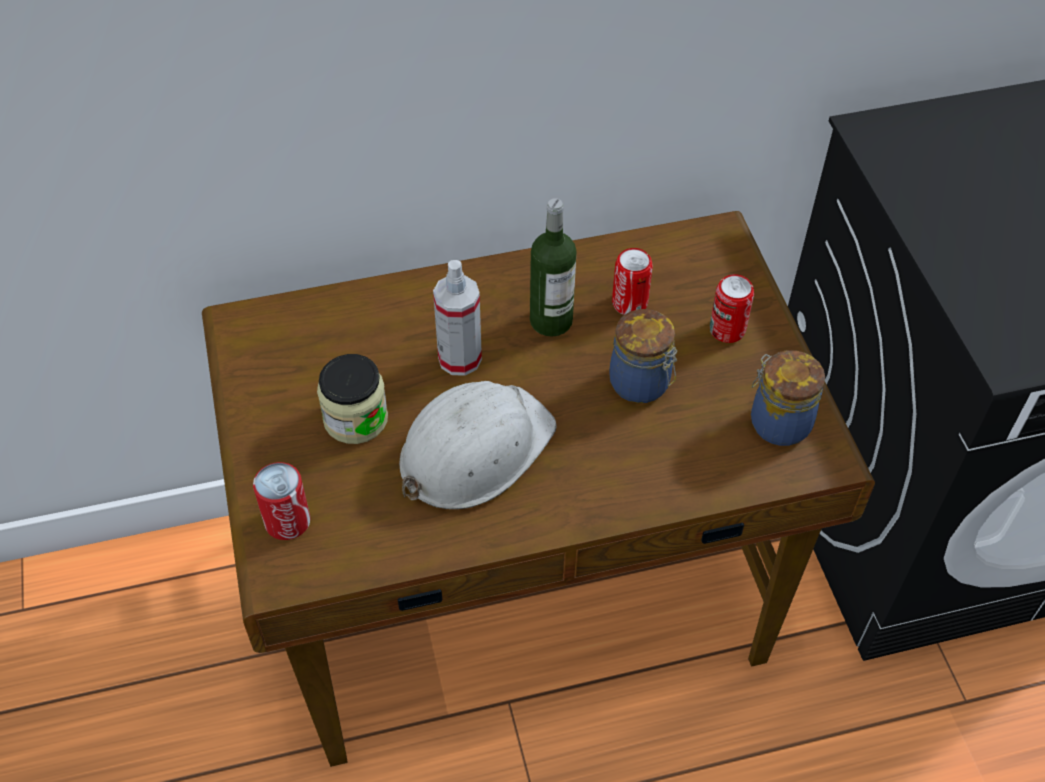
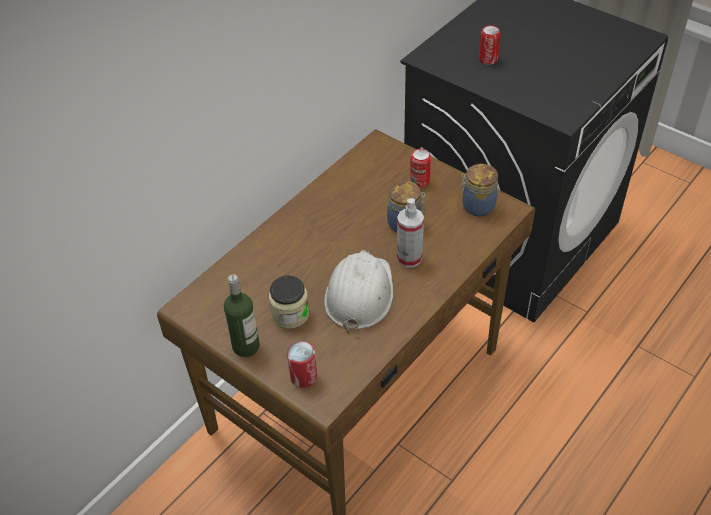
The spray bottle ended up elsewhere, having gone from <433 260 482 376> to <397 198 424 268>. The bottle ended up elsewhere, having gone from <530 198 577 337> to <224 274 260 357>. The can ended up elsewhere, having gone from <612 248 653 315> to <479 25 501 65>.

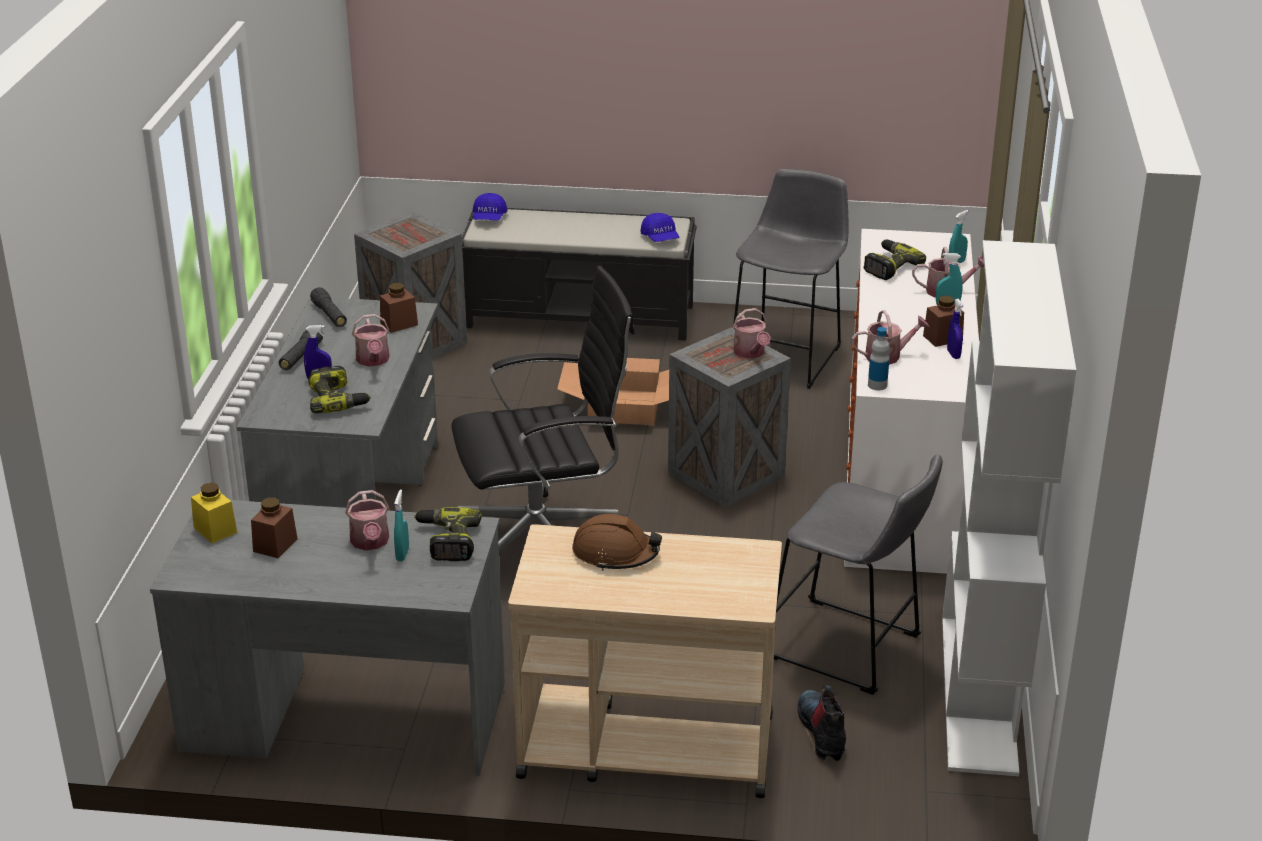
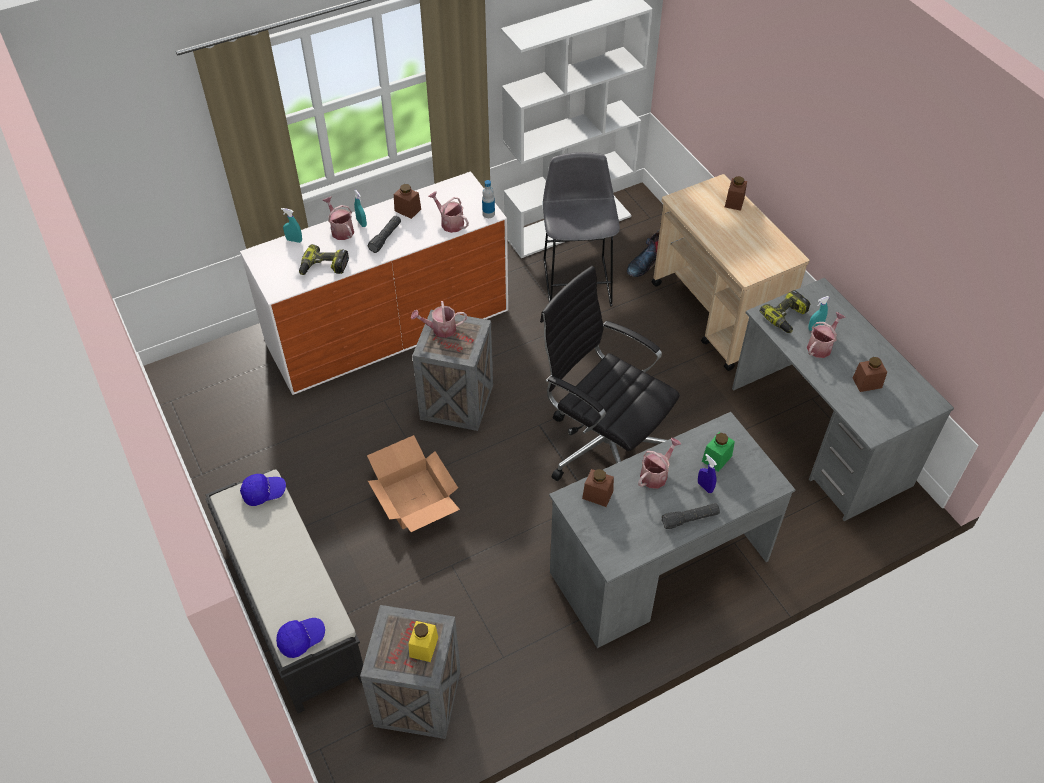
The jar/yellow ended up elsewhere, having gone from <191 483 237 543> to <408 621 438 662>. Where the power drill stood at <308 366 371 413>, the jar/green came to stand at <702 432 735 472>. The flashlight/black ended up elsewhere, having gone from <310 287 347 327> to <368 216 401 253>. The second view lost the hard hat/brown at <572 514 662 571>. The cap/blue at <640 213 680 242> ended up facing another way, 45 degrees clockwise from before. The second view lost the stool/grey at <733 169 848 389>. The watering can at <733 308 771 359> ended up facing another way, 135 degrees counterclockwise from before. The second view lost the spray bottle/blue at <947 299 964 359>. The second view gained the jar/brown at <725 176 747 211>.

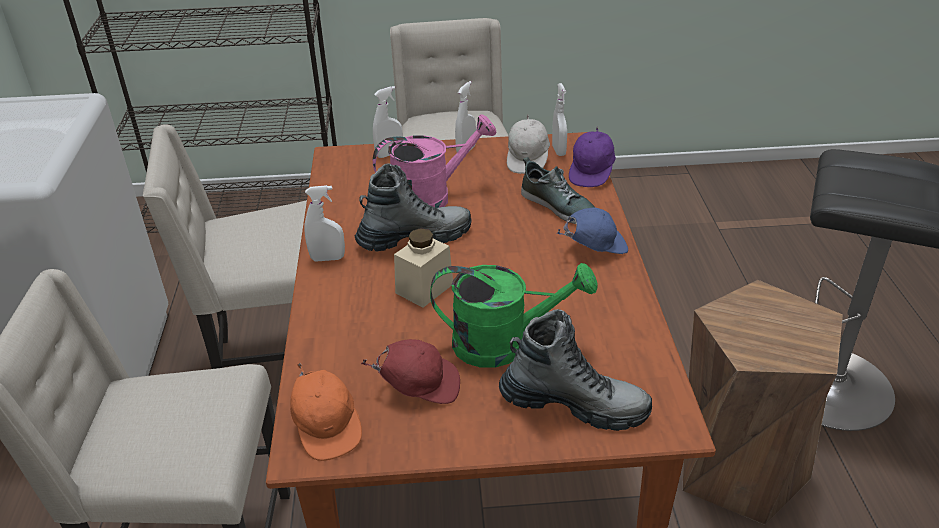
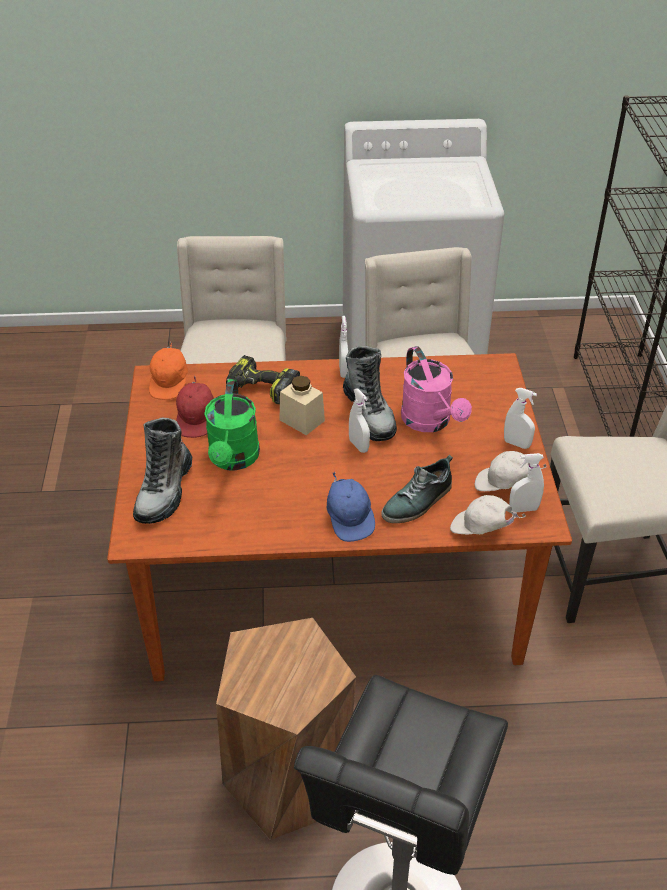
The cap/orange at <290 363 362 461> ended up facing another way, 60 degrees counterclockwise from before. The spray bottle/white ended up elsewhere, having gone from <373 86 403 158> to <349 388 370 453>. What was the cap/purple at <569 126 616 187> turned into the cap/white at <450 495 526 535>. The second view gained the power drill at <226 355 300 404>.

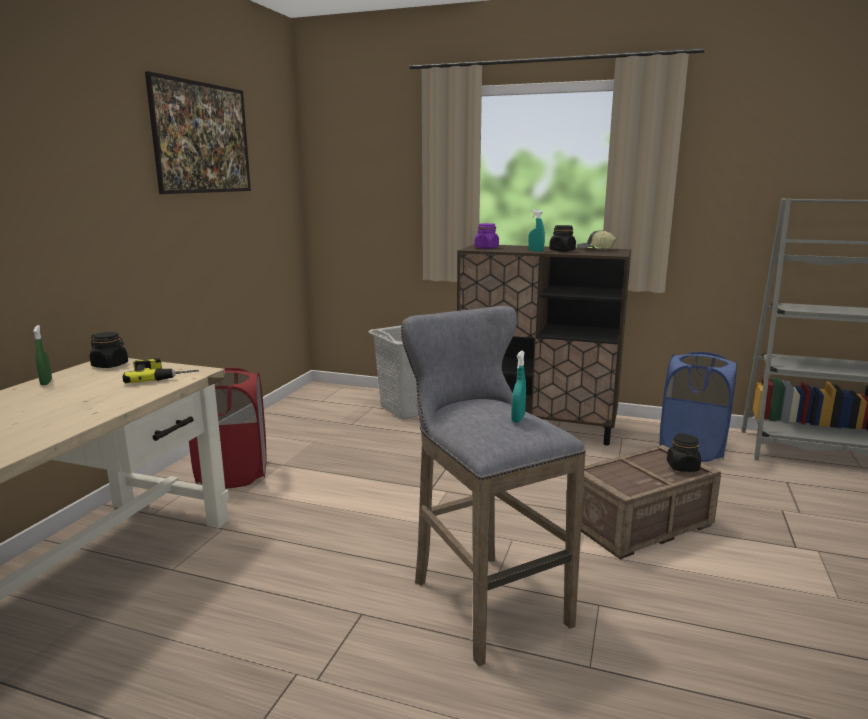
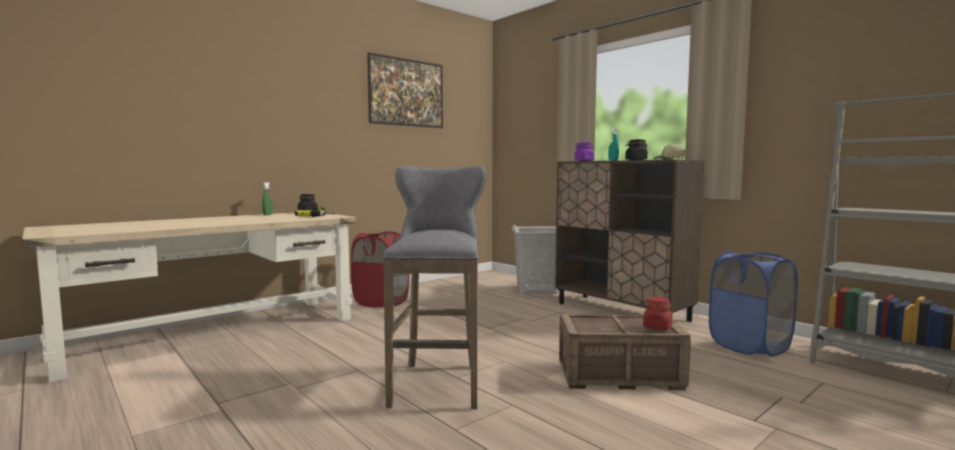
The second view lost the spray bottle/turquoise at <512 350 526 423>. What was the jar/black at <667 433 701 472> turned into the jar/red at <643 297 673 330>.

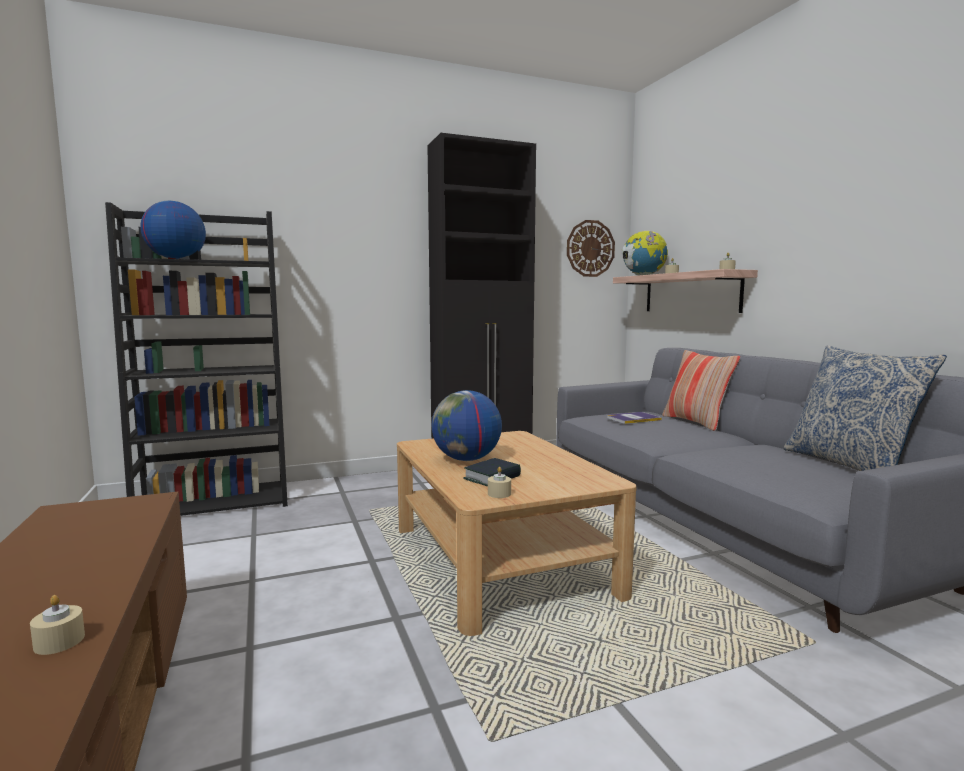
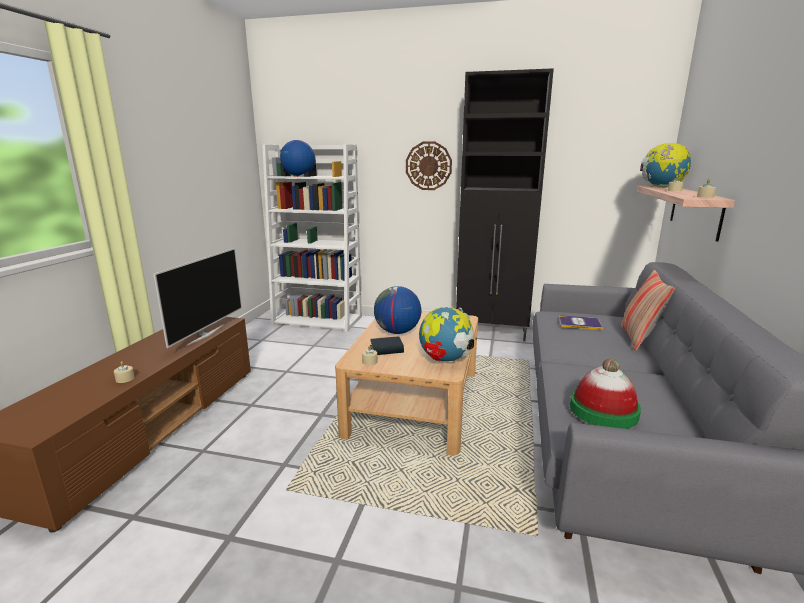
What was the bookcase/black at <105 202 288 516> turned into the bookcase/white at <262 144 362 332>. The wall clock ended up elsewhere, having gone from <567 220 615 277> to <406 142 452 190>. The second view lost the pillow at <783 345 947 471>. The second view gained the television at <154 248 242 348>. The second view gained the globe at <419 307 474 363>. The second view gained the hat at <570 358 641 429>.

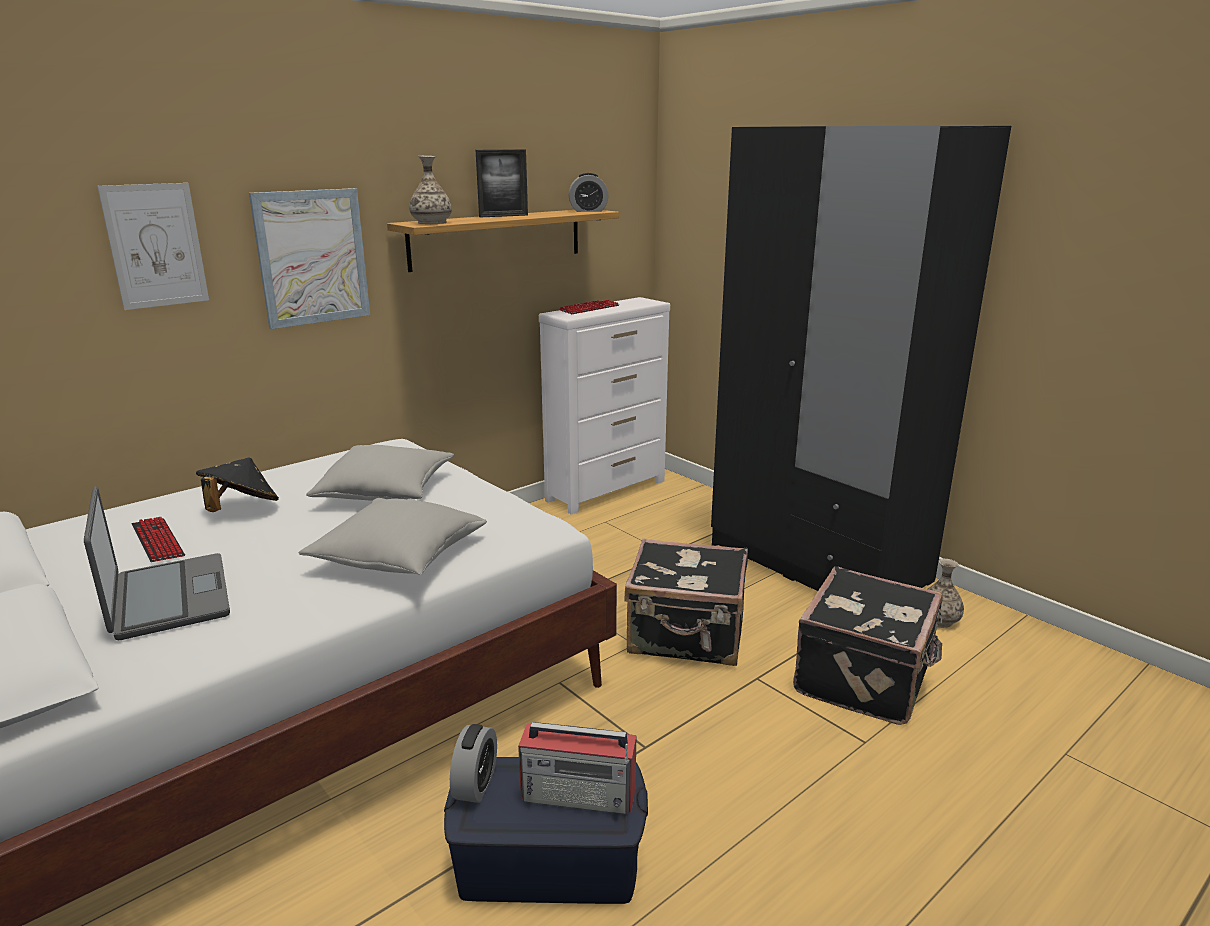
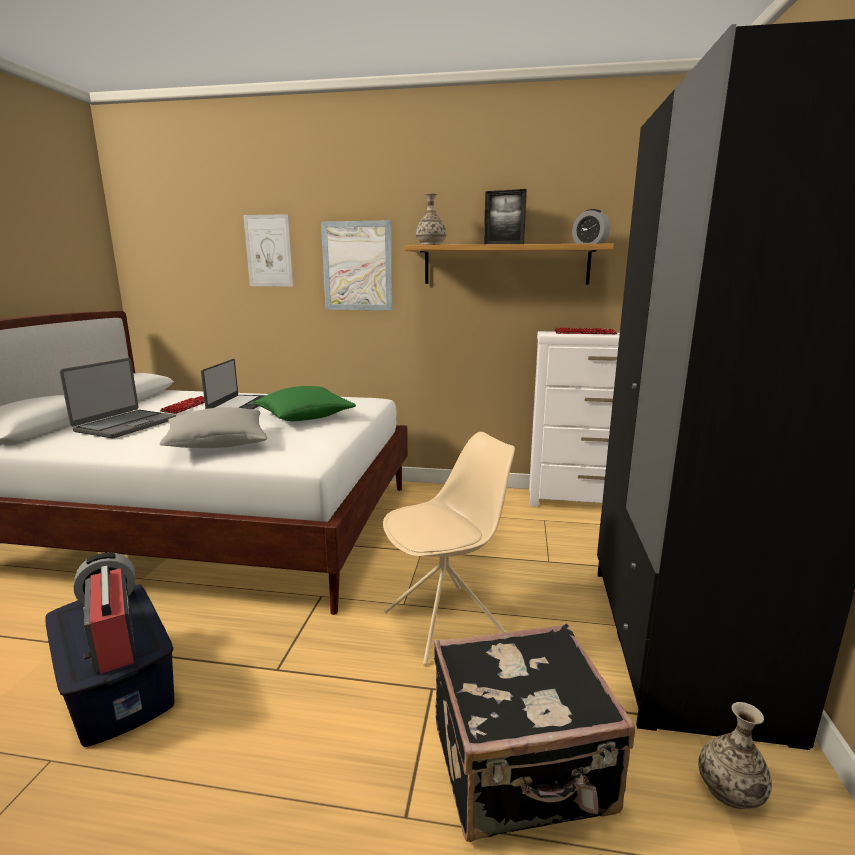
Where the hat/black stood at <196 458 279 512>, the laptop came to stand at <201 359 266 409>. What was the pillow/grey at <306 445 454 501> turned into the pillow/green at <254 386 356 421>. Where the suitcase/black stood at <624 539 748 666>, the chair/beige came to stand at <383 432 515 666>.

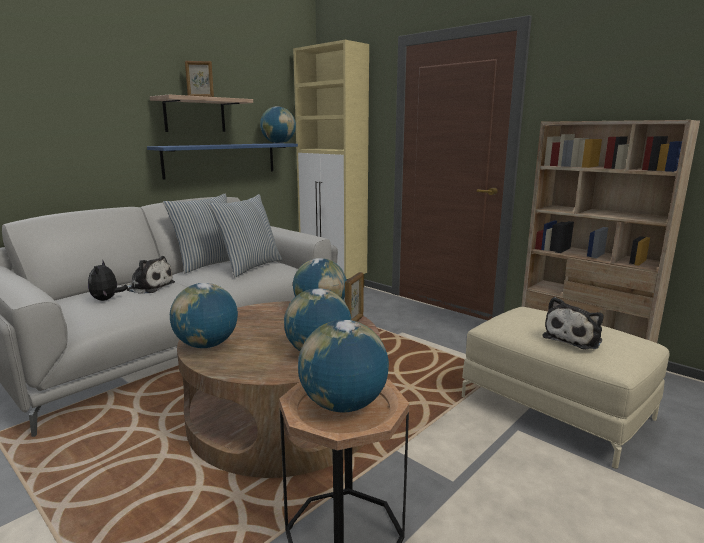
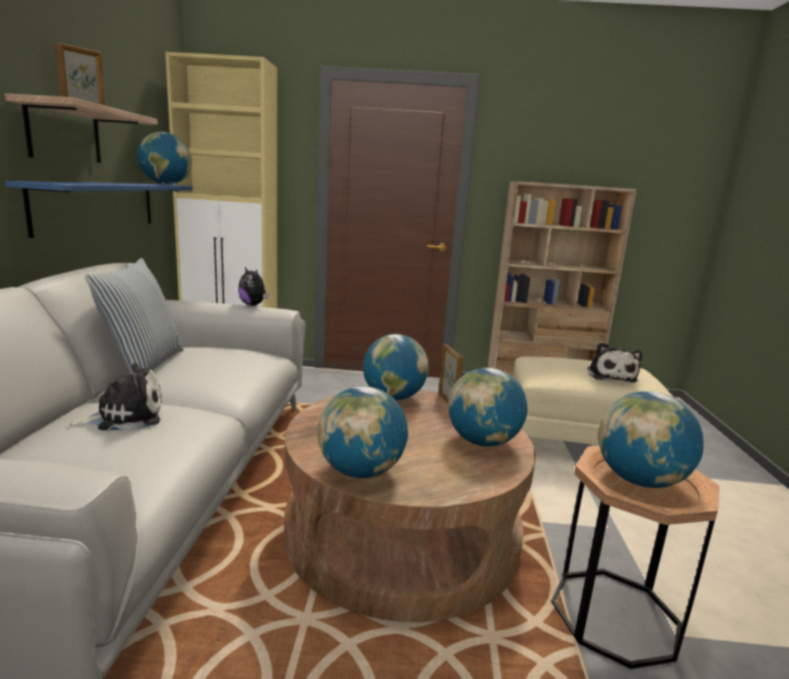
The plush toy ended up elsewhere, having gone from <88 259 128 301> to <238 267 269 306>. The second view lost the pillow at <209 194 282 277>.

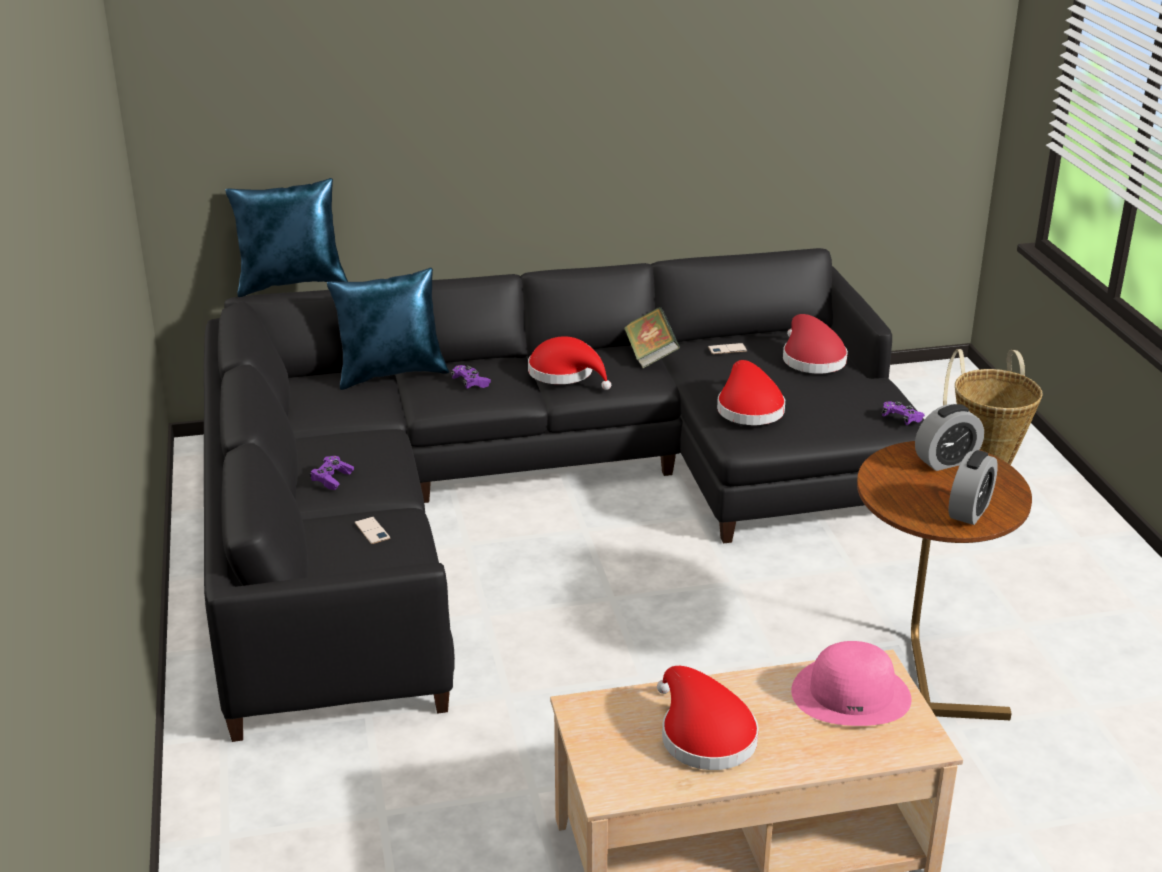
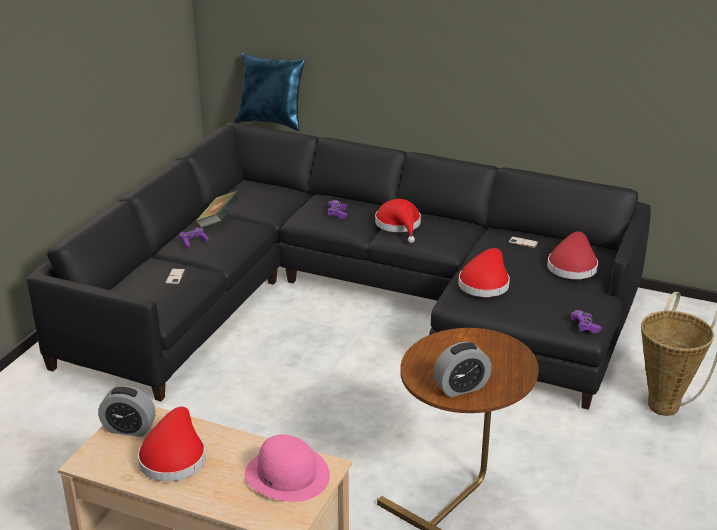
The second view lost the pillow/blue at <327 268 449 390>. The book ended up elsewhere, having gone from <624 307 680 368> to <196 191 241 228>. The alarm clock ended up elsewhere, having gone from <915 404 984 471> to <98 386 156 437>.

